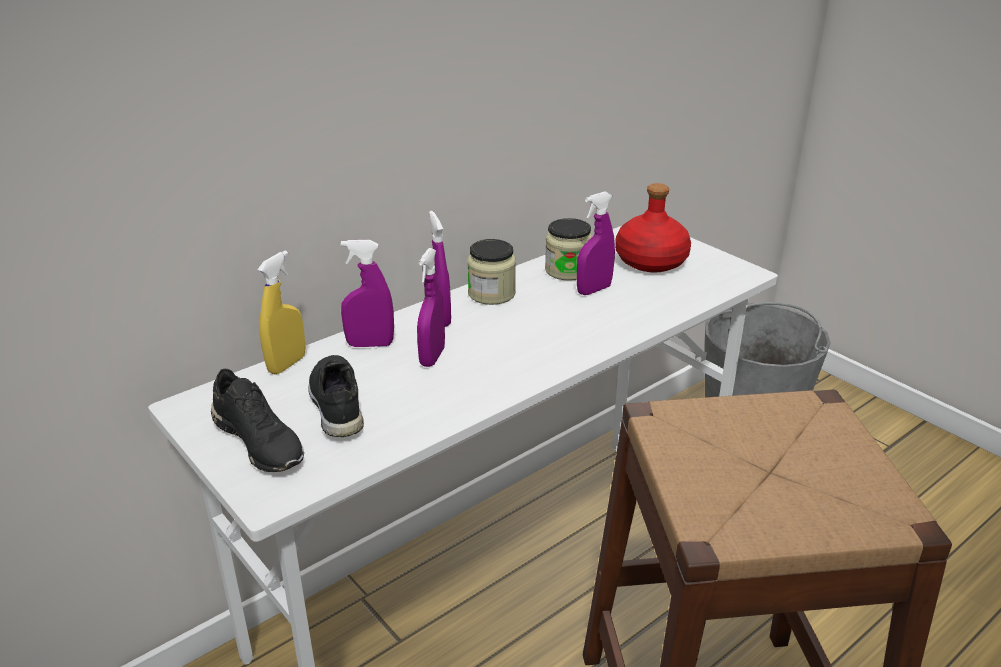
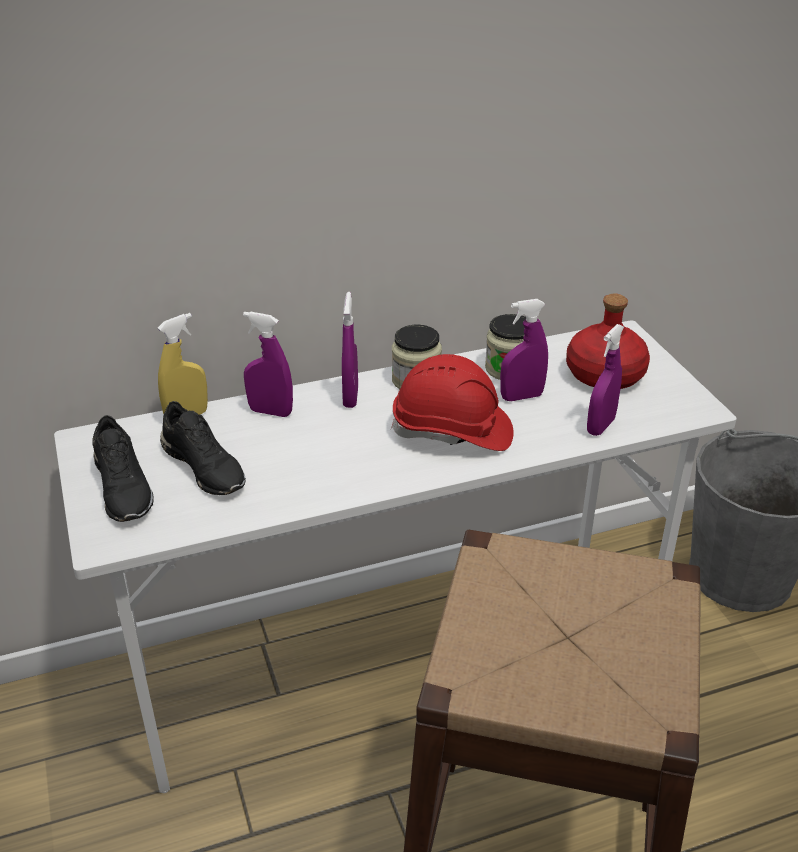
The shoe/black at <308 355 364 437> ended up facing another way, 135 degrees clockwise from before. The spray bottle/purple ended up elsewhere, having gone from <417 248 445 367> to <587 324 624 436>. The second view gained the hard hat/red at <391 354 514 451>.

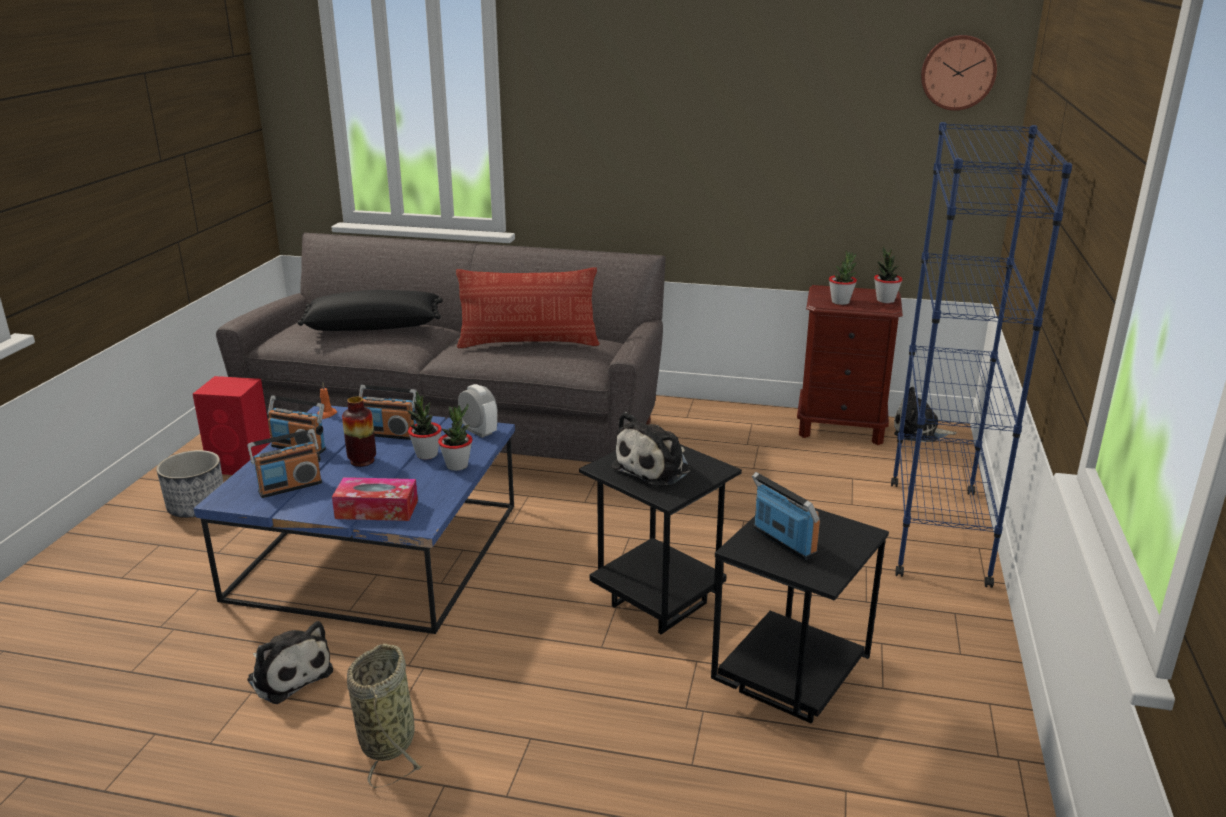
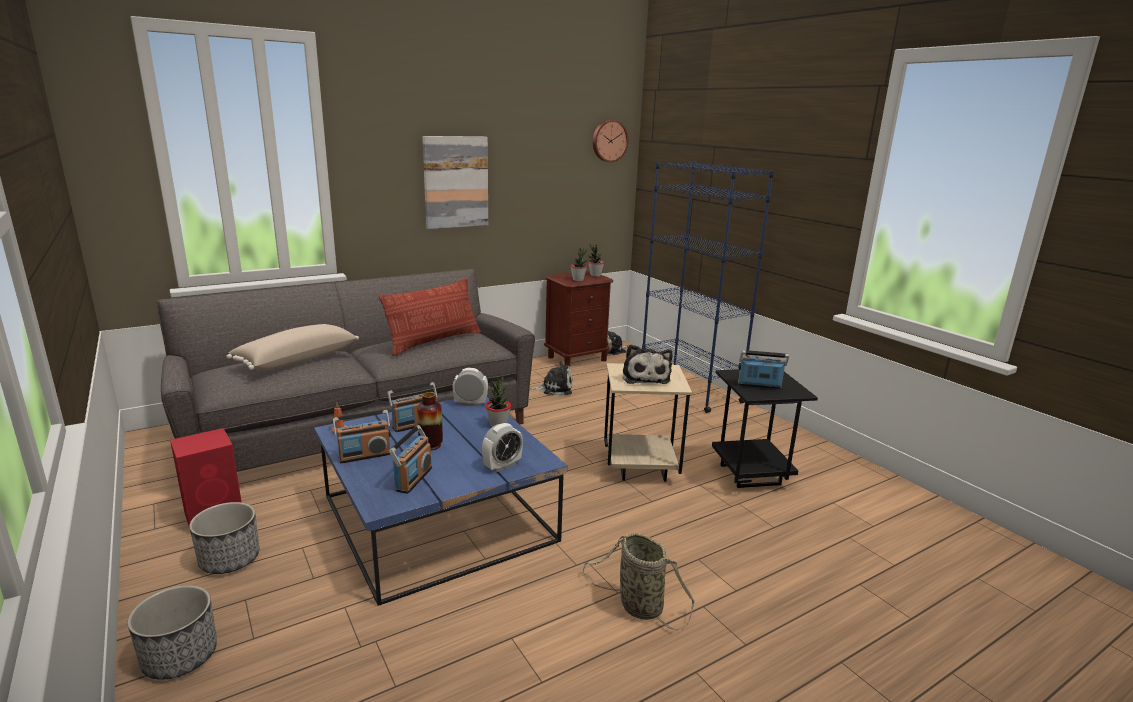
The plush toy ended up elsewhere, having gone from <247 621 333 704> to <530 361 573 396>. What was the pillow/black at <297 290 443 331> turned into the pillow/beige at <226 324 359 372>. Where the tissue box stood at <332 477 418 521>, the alarm clock came to stand at <482 423 523 472>. The second view lost the potted plant at <408 391 442 460>. What was the side table/black at <579 444 742 634> turned into the side table/beige at <604 363 692 482>. The second view gained the planter at <127 585 217 680>. The second view gained the picture at <422 136 488 229>.

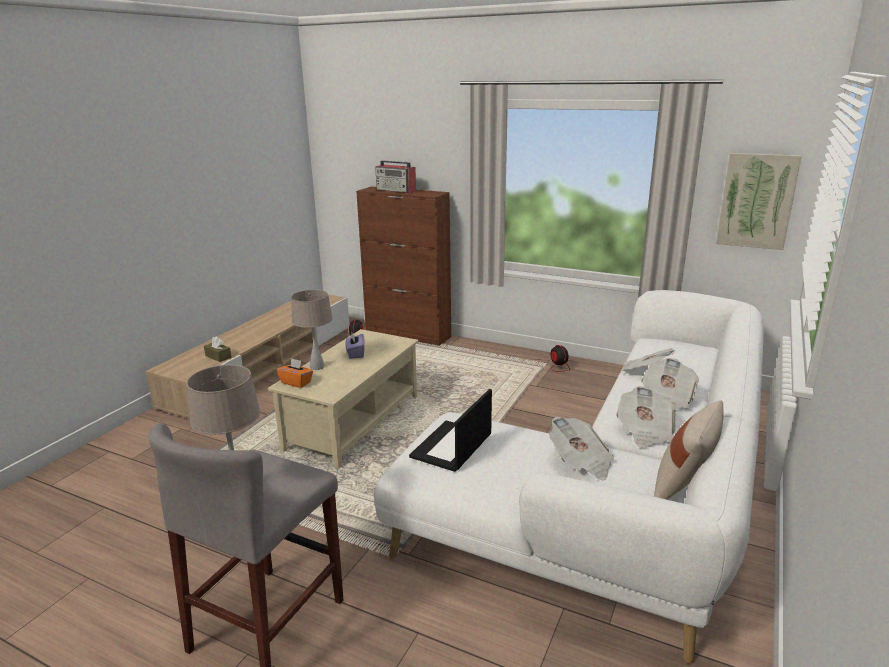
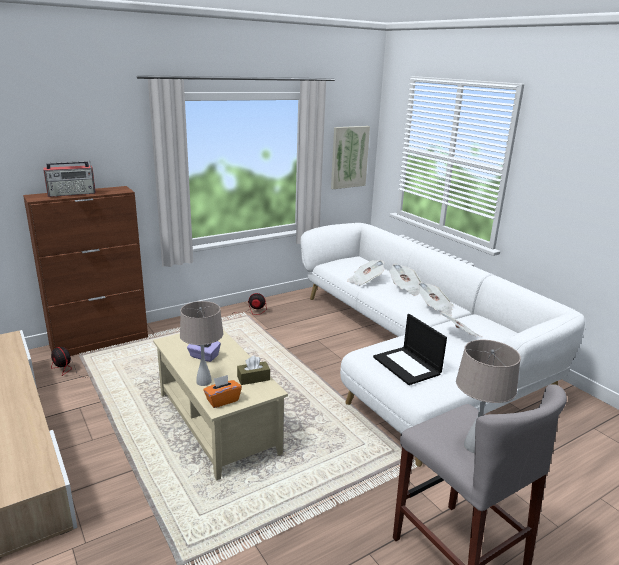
The tissue box/brown ended up elsewhere, having gone from <204 337 231 362> to <237 356 270 385>. The second view lost the pillow/beige at <654 400 724 500>.

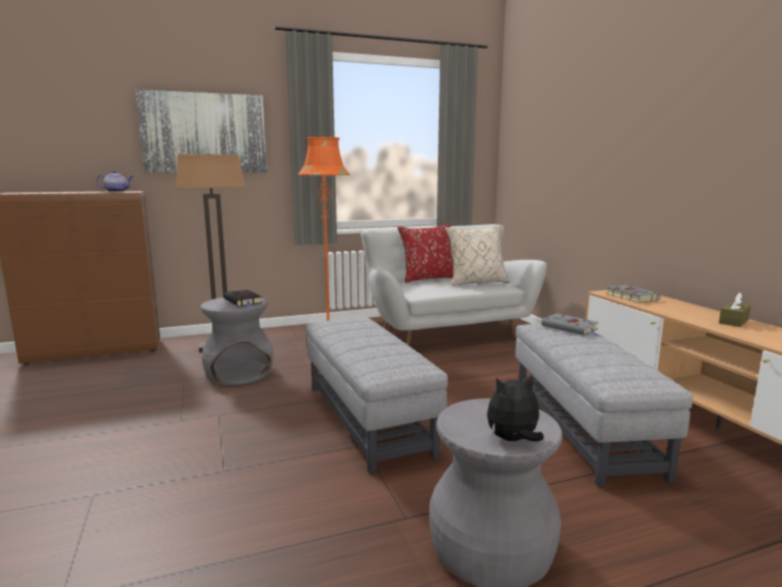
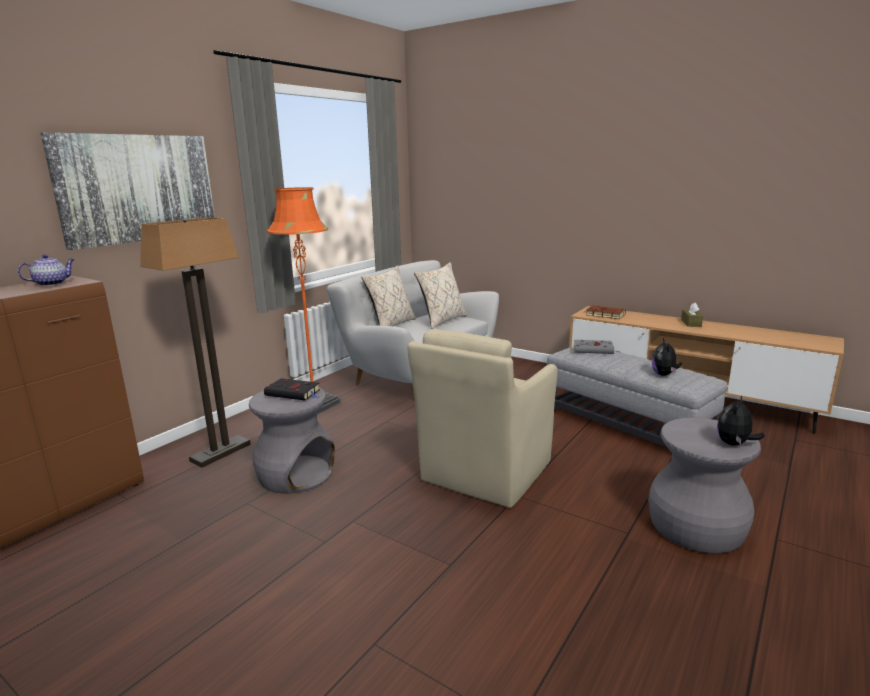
Where the ottoman/grey stood at <306 317 448 474>, the armchair/beige came to stand at <407 329 558 508>. What was the pillow/red at <397 223 453 283> turned into the pillow/beige at <361 265 416 326>. What was the book/grey at <606 285 661 303> turned into the book/brown at <586 305 626 319>. The second view gained the plush toy at <652 339 682 376>.

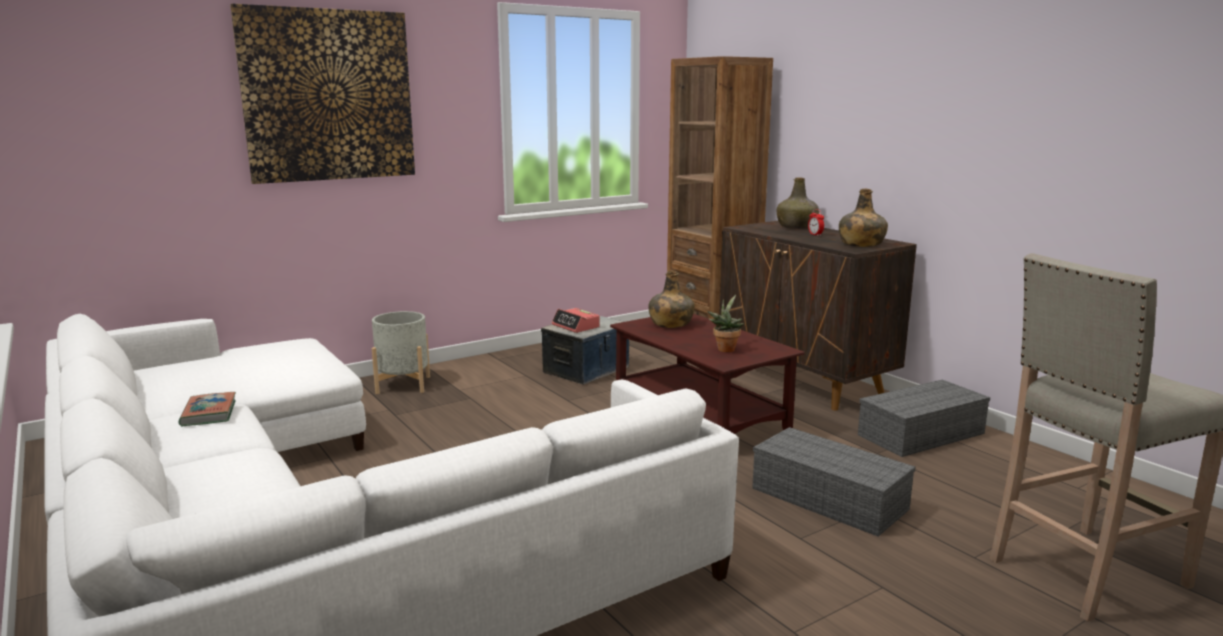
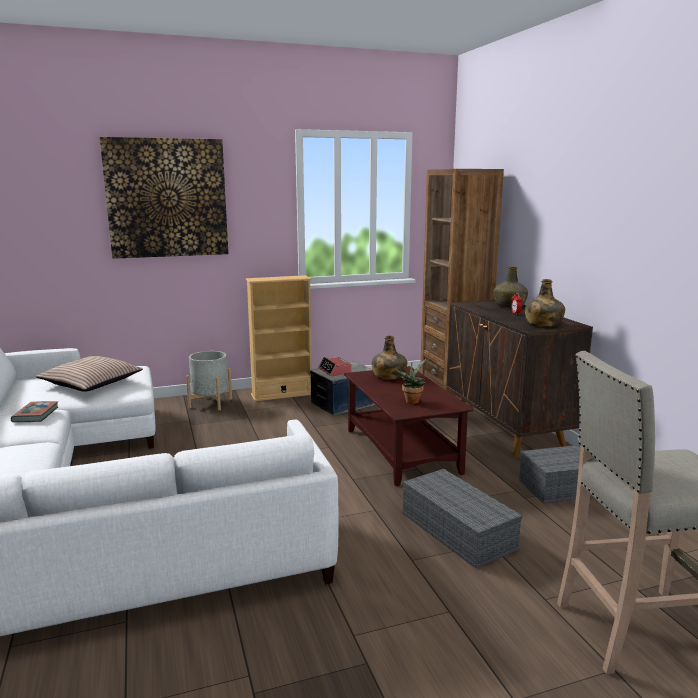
The second view gained the pillow at <36 356 143 392>. The second view gained the bookcase/beige at <246 275 312 401>.

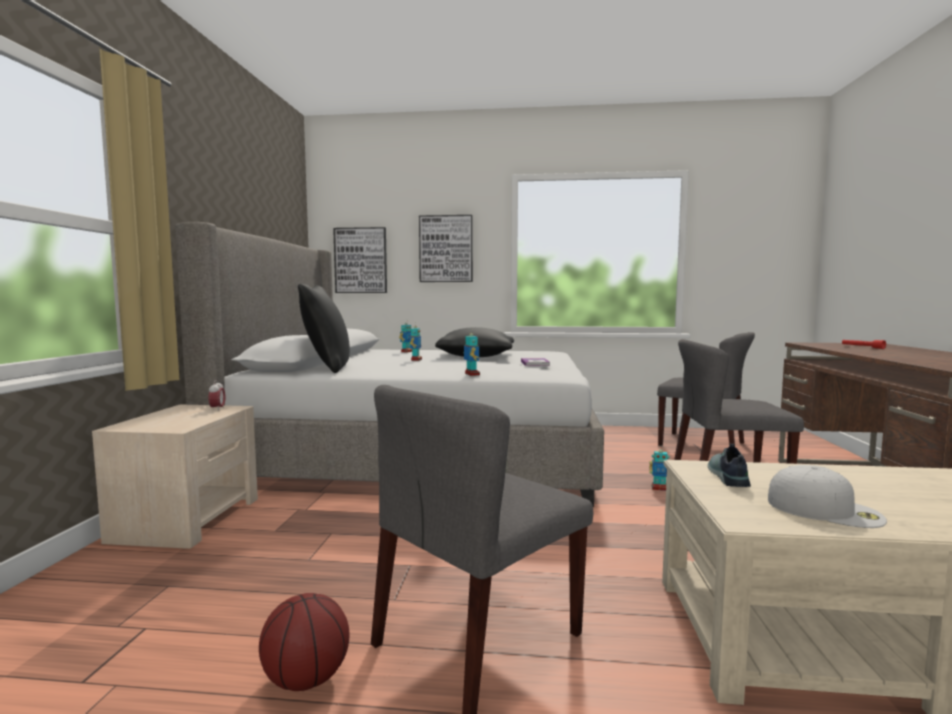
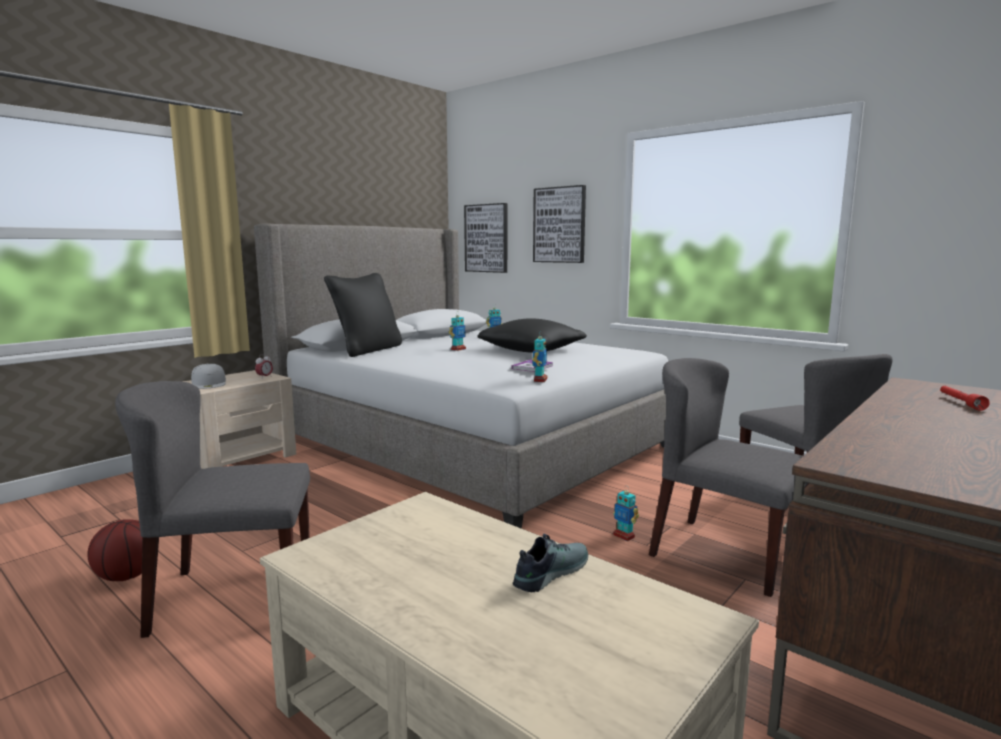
The toy robot ended up elsewhere, having gone from <463 333 480 376> to <533 332 547 382>. The shoe ended up elsewhere, having gone from <707 444 751 487> to <513 534 588 592>. The cap/white ended up elsewhere, having gone from <768 465 887 528> to <191 364 226 389>.

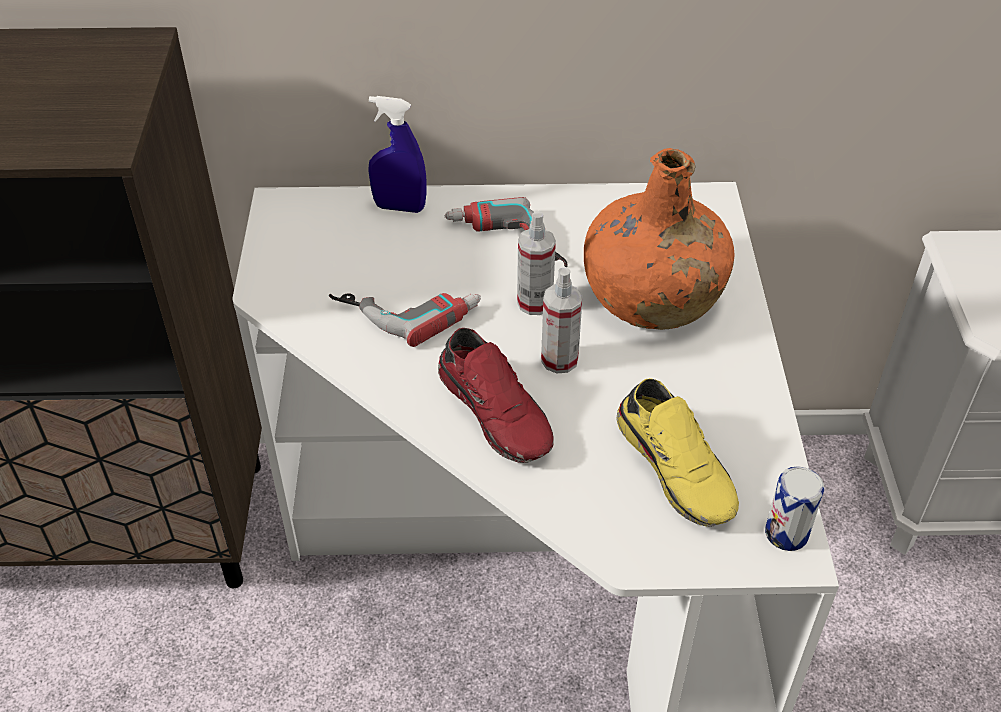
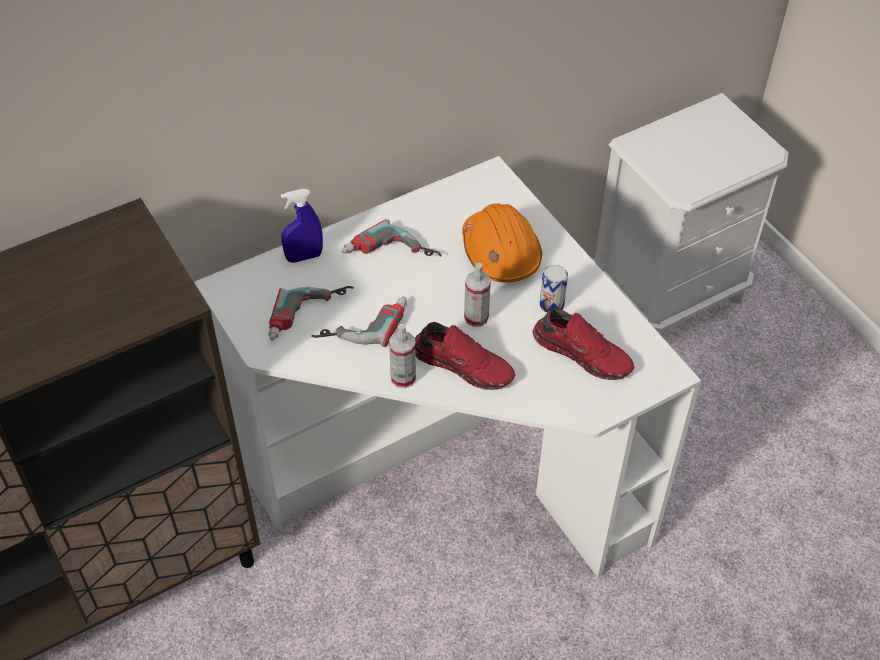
The spray bottle ended up elsewhere, having gone from <517 211 556 315> to <389 324 416 388>. Where the bottle/orange stood at <584 148 734 330>, the hard hat/orange came to stand at <462 203 542 283>. What was the shoe/yellow at <616 378 739 527> turned into the shoe/red at <532 308 634 380>. The can ended up elsewhere, having gone from <765 466 824 551> to <540 265 568 313>. The second view gained the power drill at <268 286 354 341>.

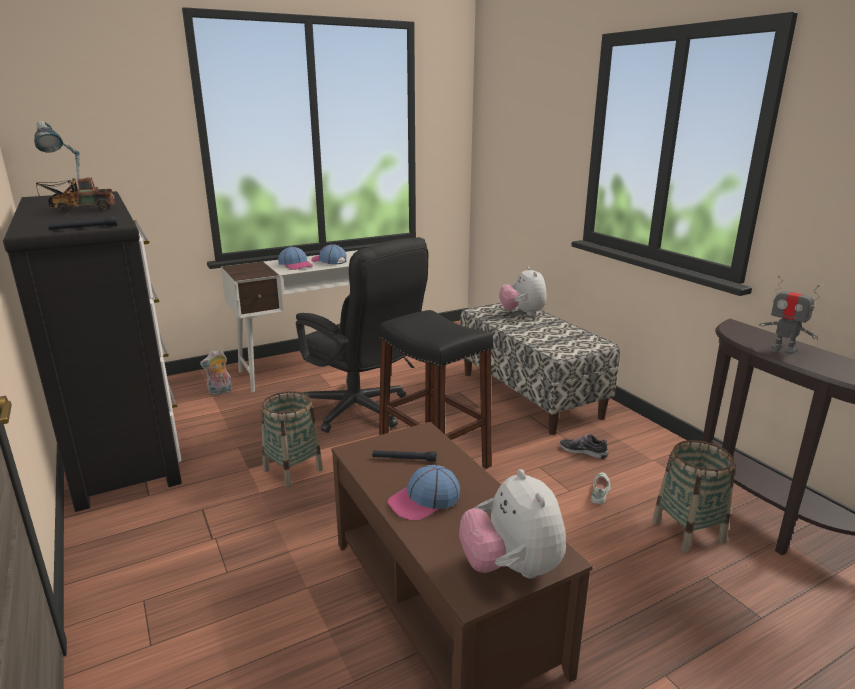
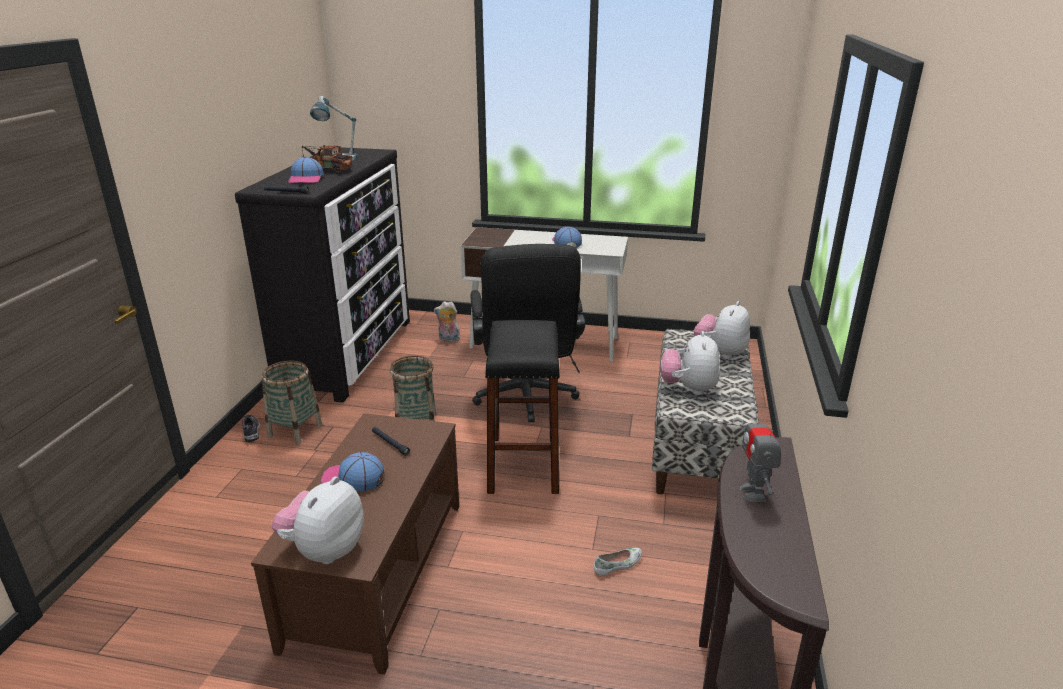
The cap ended up elsewhere, having gone from <278 246 313 270> to <288 156 323 183>. The shoe ended up elsewhere, having gone from <560 434 608 459> to <242 415 260 442>. The basket ended up elsewhere, having gone from <652 440 735 553> to <262 361 323 445>. The second view gained the plush toy at <660 331 720 395>.

